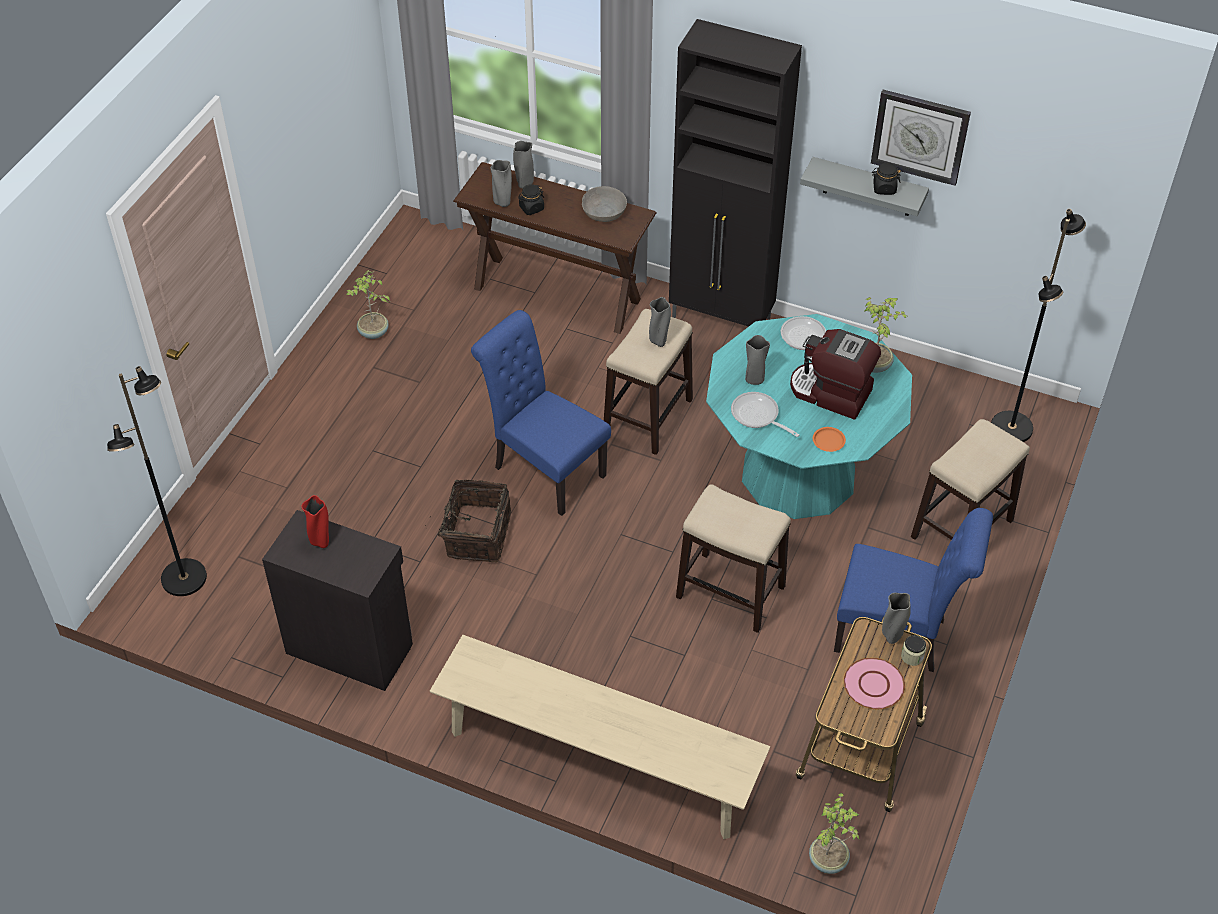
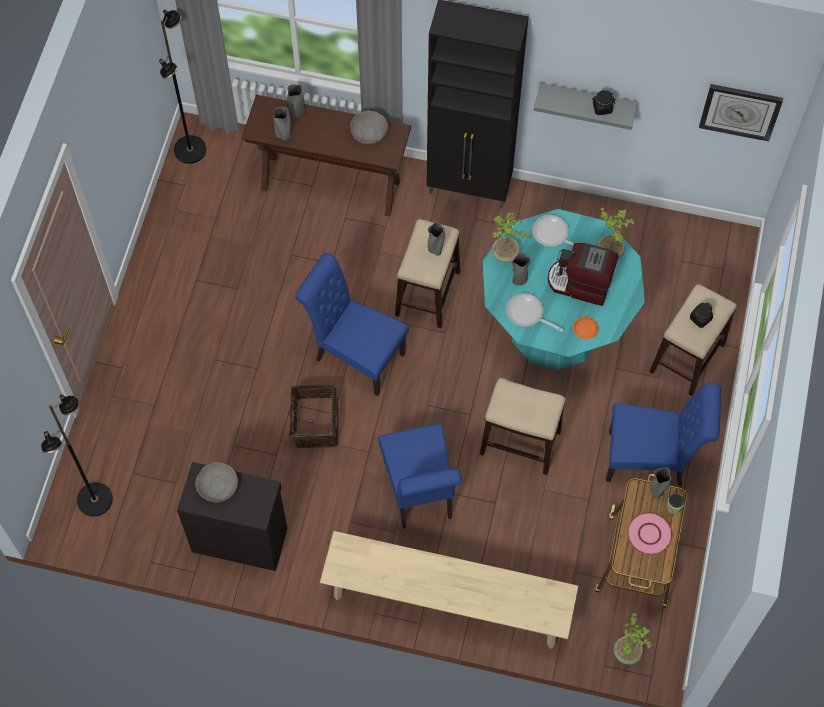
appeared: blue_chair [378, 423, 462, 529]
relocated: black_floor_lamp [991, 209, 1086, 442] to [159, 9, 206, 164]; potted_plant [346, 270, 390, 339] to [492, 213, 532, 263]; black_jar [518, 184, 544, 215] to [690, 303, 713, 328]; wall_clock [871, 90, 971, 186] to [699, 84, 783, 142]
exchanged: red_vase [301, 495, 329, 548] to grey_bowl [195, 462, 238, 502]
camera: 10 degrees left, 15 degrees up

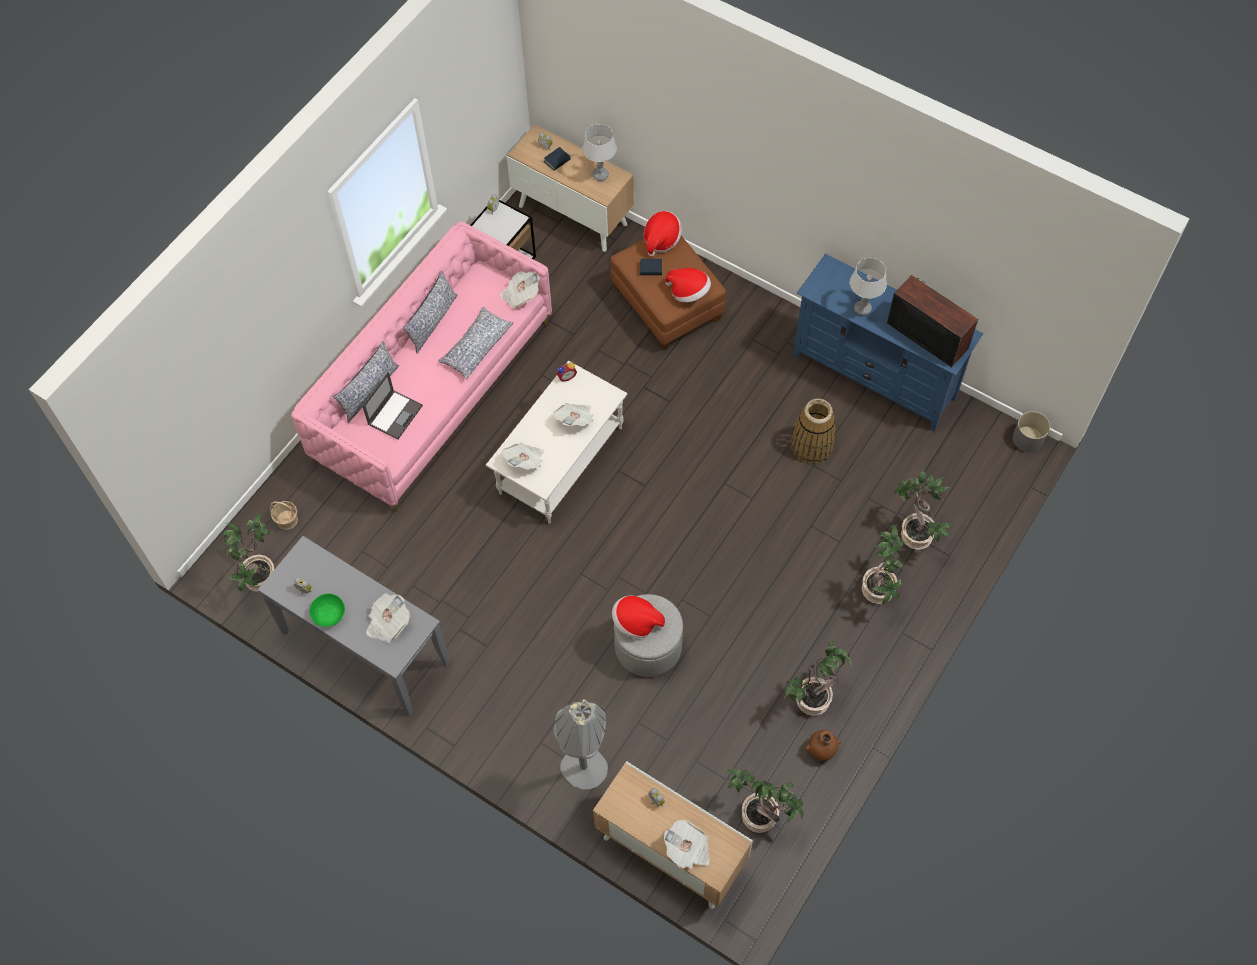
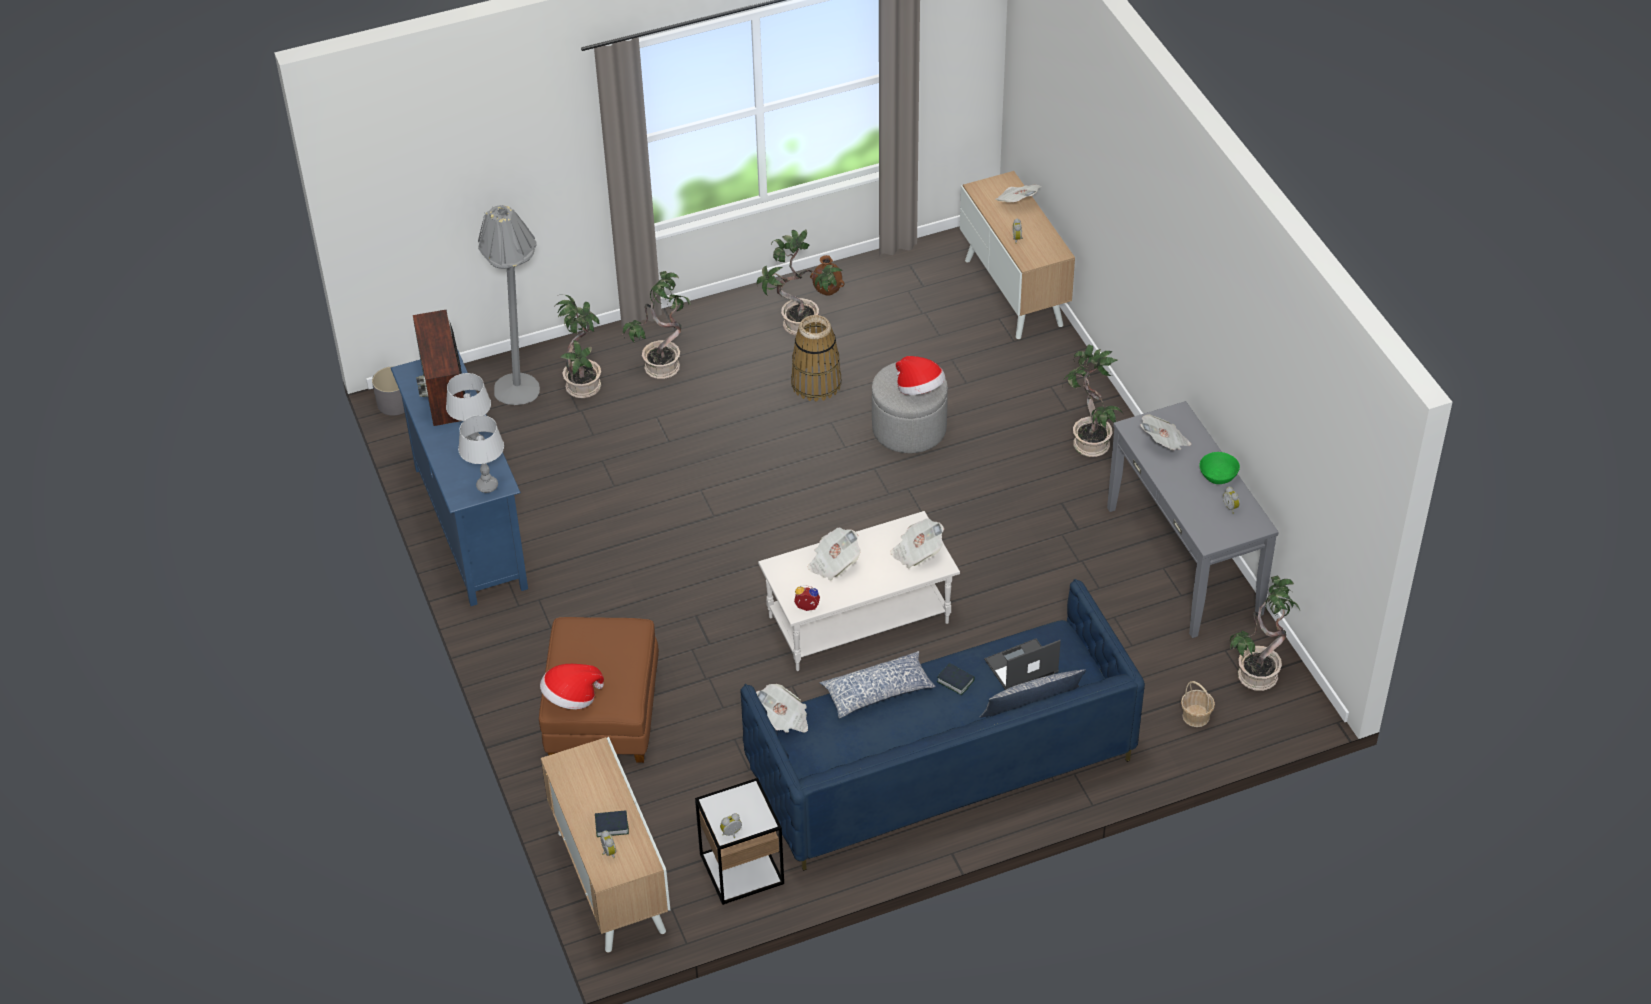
missing: pillow [403, 271, 458, 354]; hat [665, 268, 711, 302]
relocated: grey_table_lamp [582, 124, 617, 181] to [458, 415, 504, 493]; grey_floor_lamp [553, 699, 608, 789] to [478, 205, 540, 405]; basket [791, 399, 836, 464] to [791, 315, 842, 402]; book [640, 259, 662, 275] to [937, 663, 975, 695]; potted_plant [727, 769, 803, 833] to [1062, 345, 1123, 457]
colour: pink_sofa [291, 221, 552, 512] to blue_sofa [740, 579, 1145, 871]
camera: 145 degrees left, 15 degrees down

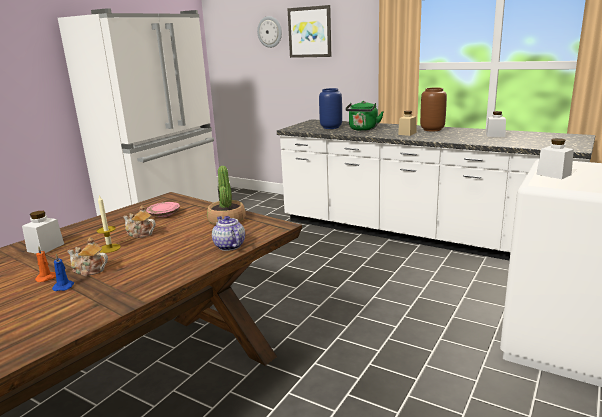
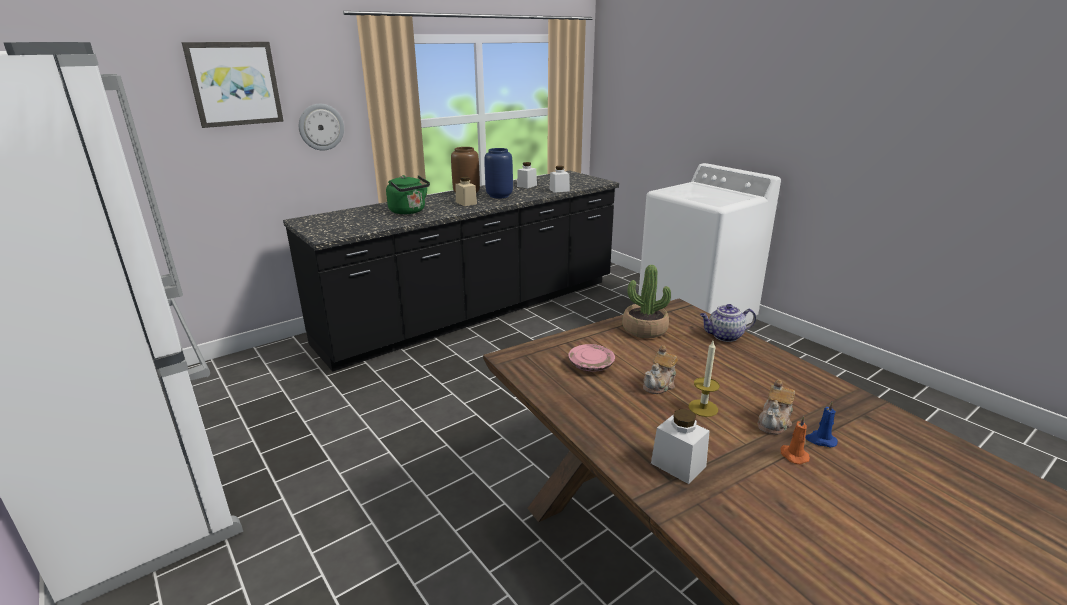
relocated: wall_clock [257, 16, 282, 48] to [299, 104, 344, 151]; blue_vase [319, 88, 342, 129] to [484, 148, 513, 199]; white_jar [536, 138, 574, 179] to [549, 166, 570, 193]
colour: white_counter [277, 119, 595, 261] to black_counter [283, 170, 619, 372]
camera: 70 degrees left, 5 degrees up

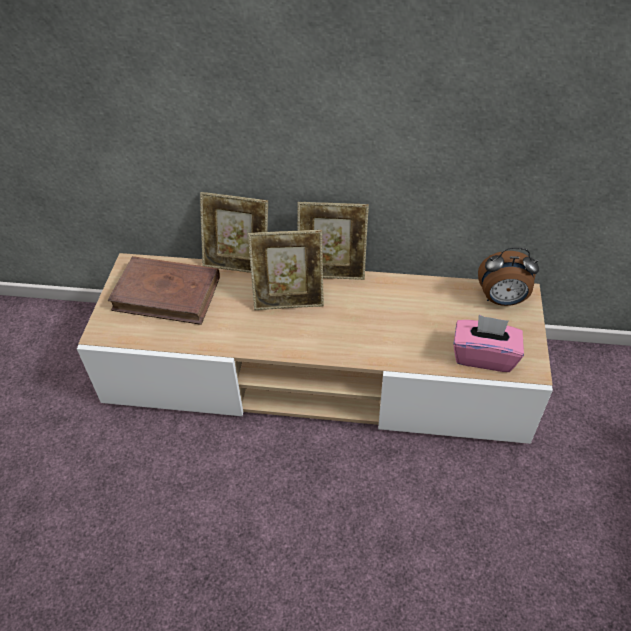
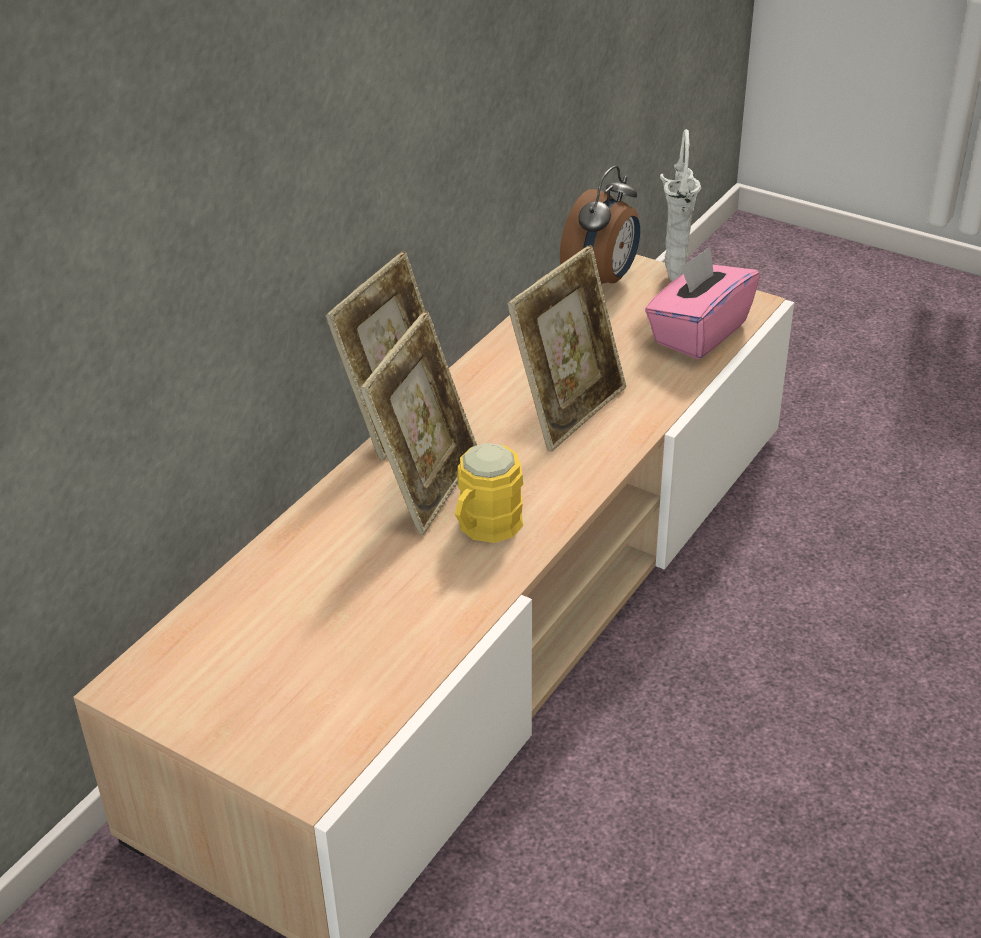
missing: brown_book [108, 256, 220, 325]
appeared: yellow_mug [455, 443, 523, 543]; white_vase [660, 129, 701, 281]
relocated: picture_frame [200, 192, 268, 273] to [507, 245, 626, 451]
camera: 65 degrees left, 10 degrees down

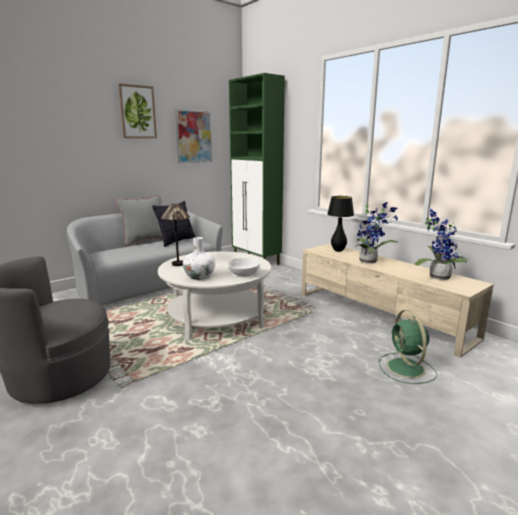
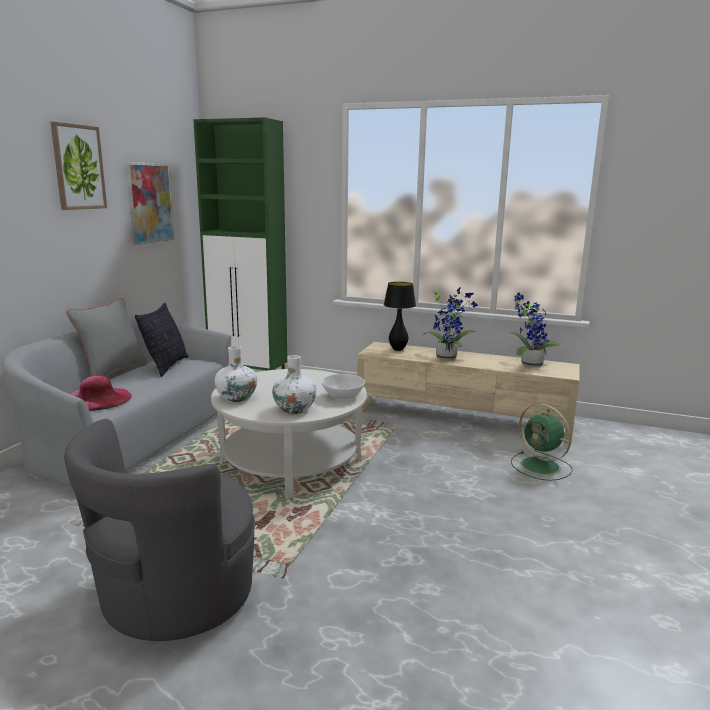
appeared: pink_hat [70, 376, 132, 411]
exchanged: table_lamp [161, 203, 190, 266] to white_vase [214, 346, 257, 402]
camera: 30 degrees left, 0 degrees up

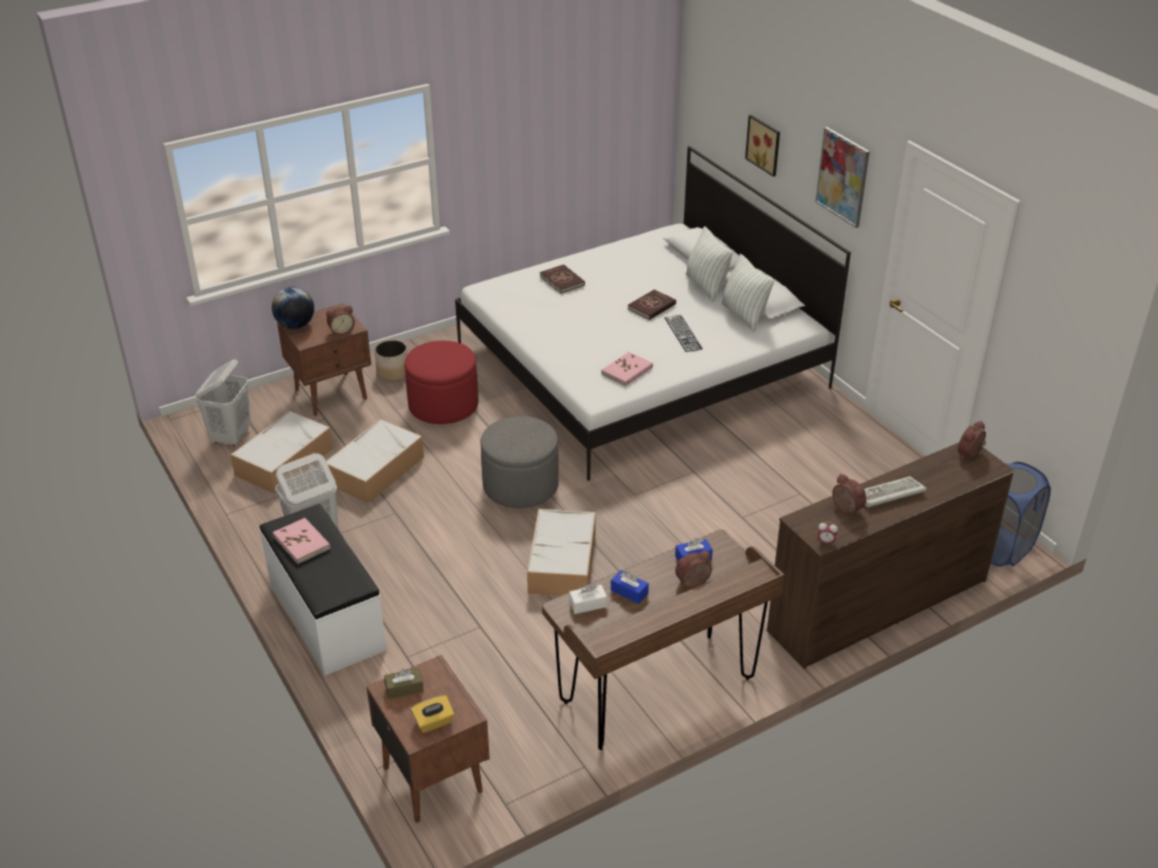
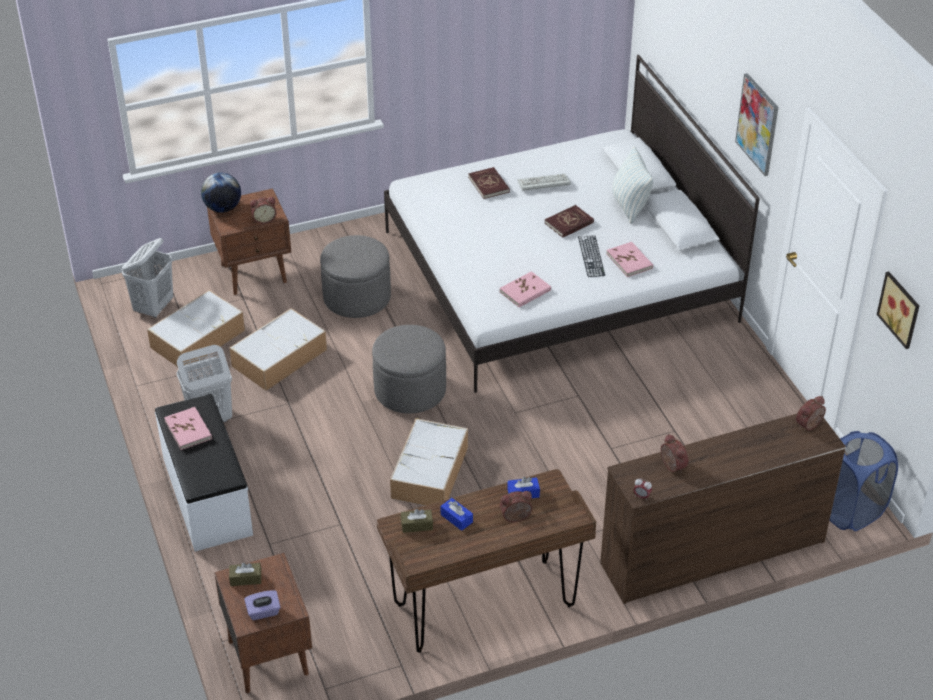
missing: planter [374, 340, 408, 381]; pillow [721, 254, 774, 332]
appeared: pink_book [606, 242, 653, 277]
relocated: keyboard [865, 476, 927, 507] to [518, 174, 571, 191]; picture [745, 115, 780, 177] to [877, 272, 919, 349]
colour: yellow_tissue_box [411, 695, 454, 733] to purple_tissue_box [244, 590, 281, 620]; red_ottoman [404, 340, 478, 424] to grey_ottoman [320, 235, 391, 318]; white_tissue_box [569, 584, 607, 614] to brown_tissue_box [401, 509, 433, 533]
camera: 10 degrees right, 5 degrees up

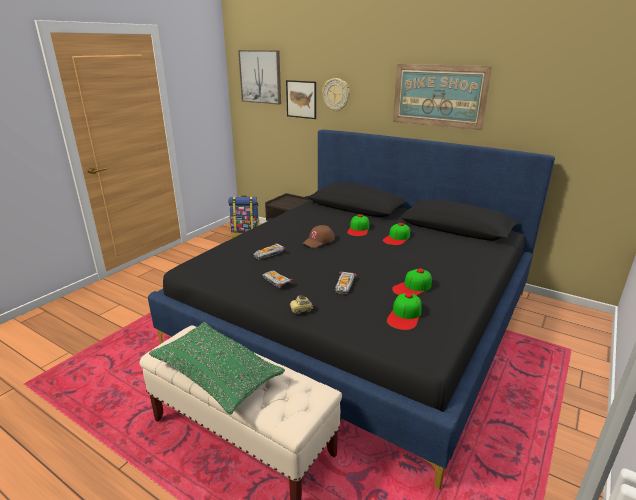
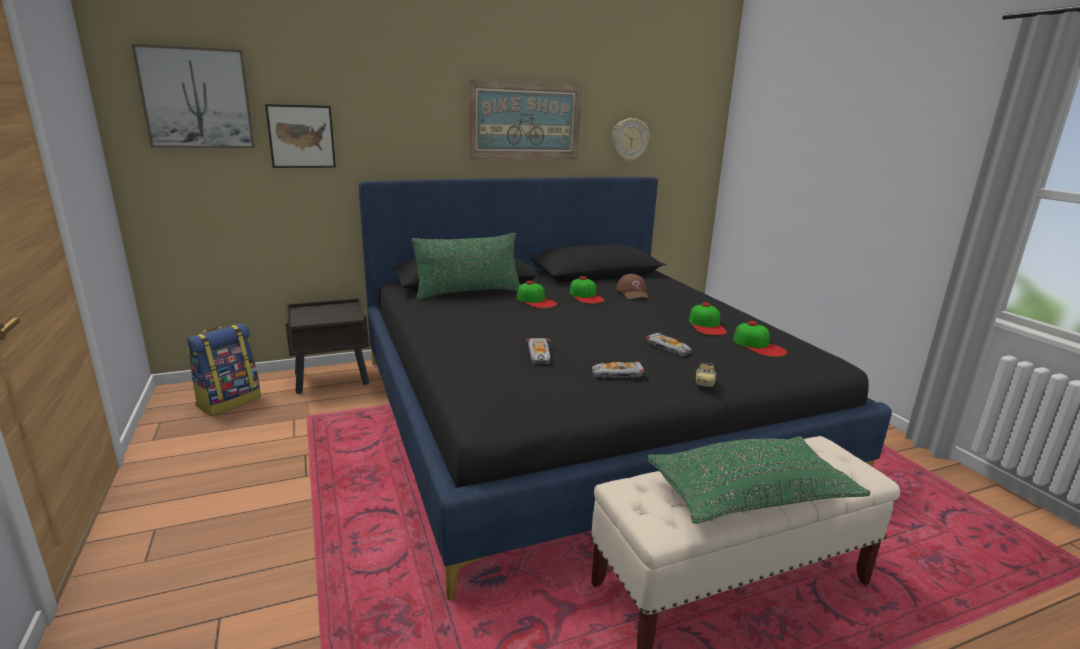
appeared: green_pillow [411, 233, 520, 300]
relocated: wall_clock [322, 78, 350, 112] to [612, 118, 649, 162]; brown_cap [302, 225, 335, 248] to [616, 274, 649, 299]
camera: 55 degrees left, 5 degrees down

